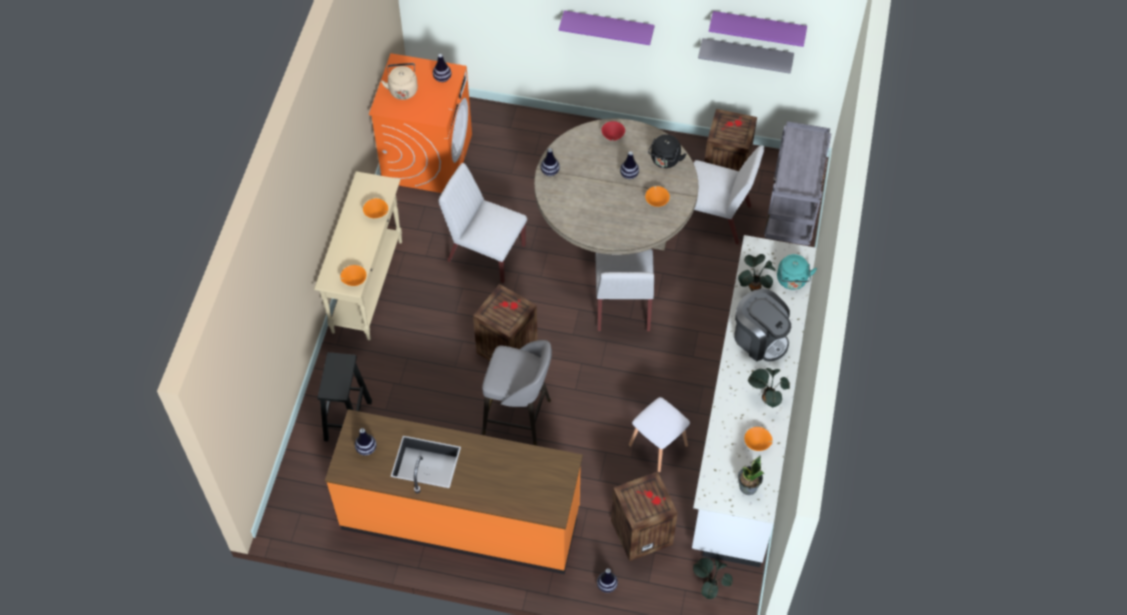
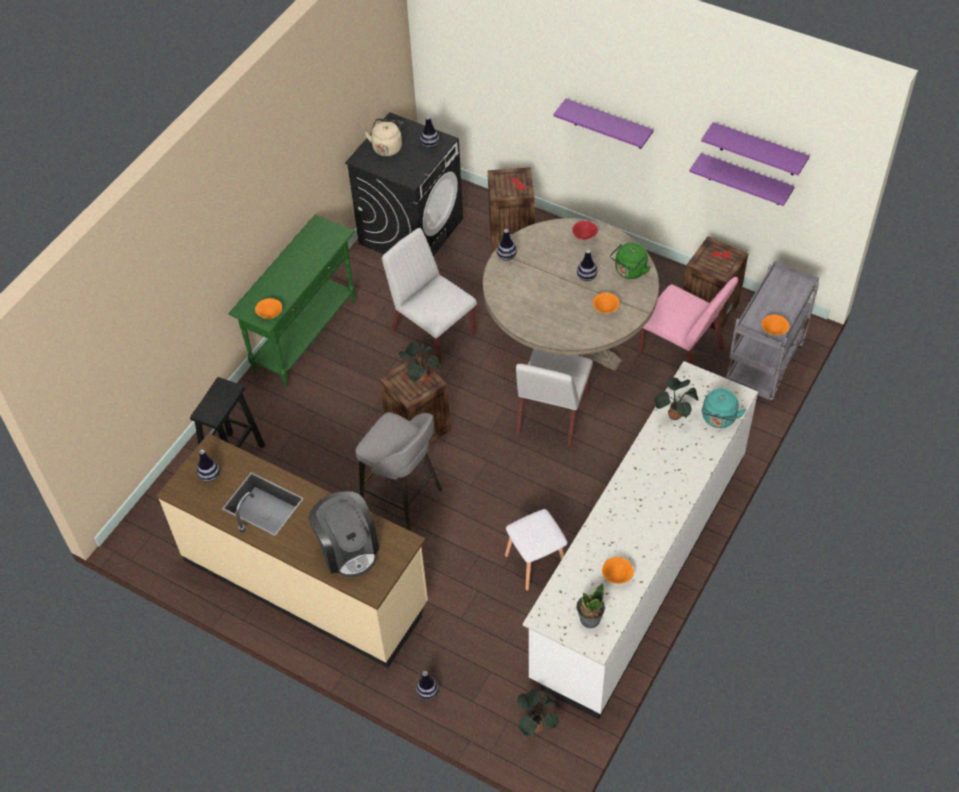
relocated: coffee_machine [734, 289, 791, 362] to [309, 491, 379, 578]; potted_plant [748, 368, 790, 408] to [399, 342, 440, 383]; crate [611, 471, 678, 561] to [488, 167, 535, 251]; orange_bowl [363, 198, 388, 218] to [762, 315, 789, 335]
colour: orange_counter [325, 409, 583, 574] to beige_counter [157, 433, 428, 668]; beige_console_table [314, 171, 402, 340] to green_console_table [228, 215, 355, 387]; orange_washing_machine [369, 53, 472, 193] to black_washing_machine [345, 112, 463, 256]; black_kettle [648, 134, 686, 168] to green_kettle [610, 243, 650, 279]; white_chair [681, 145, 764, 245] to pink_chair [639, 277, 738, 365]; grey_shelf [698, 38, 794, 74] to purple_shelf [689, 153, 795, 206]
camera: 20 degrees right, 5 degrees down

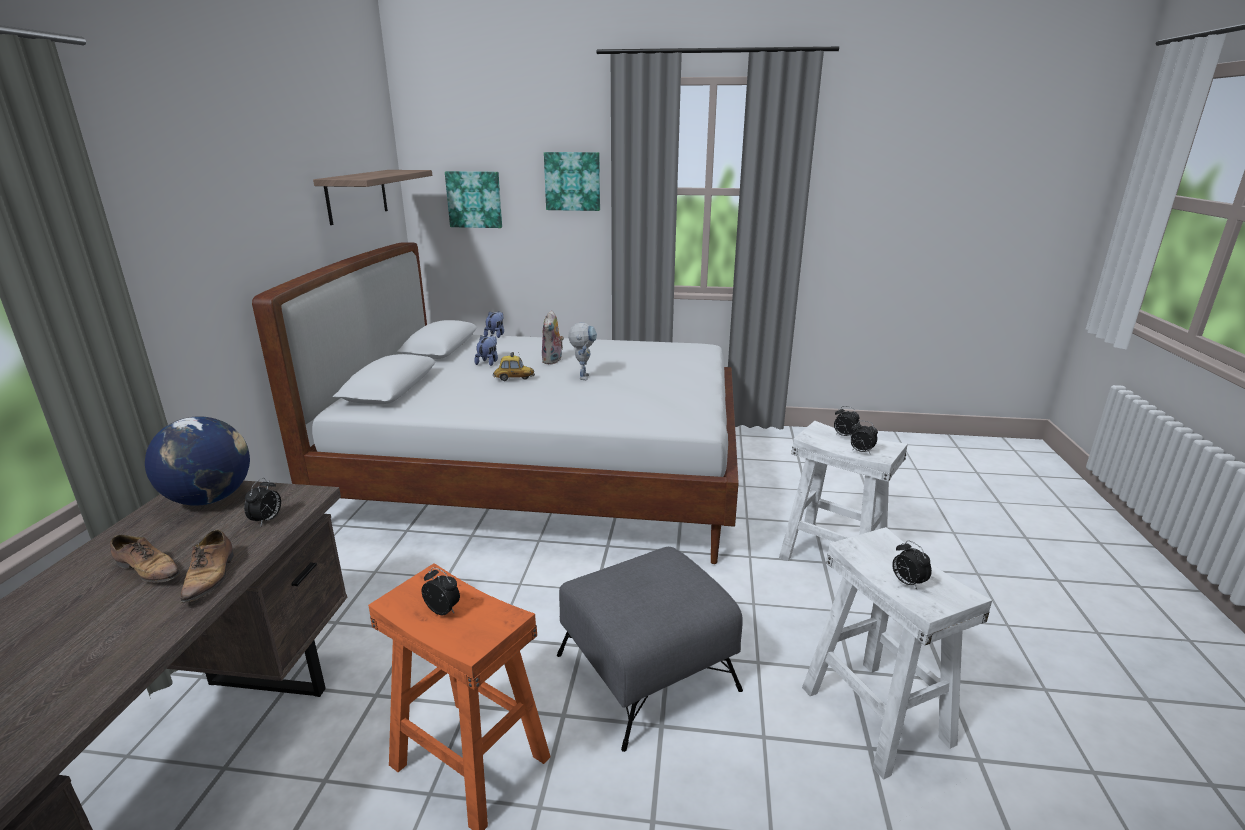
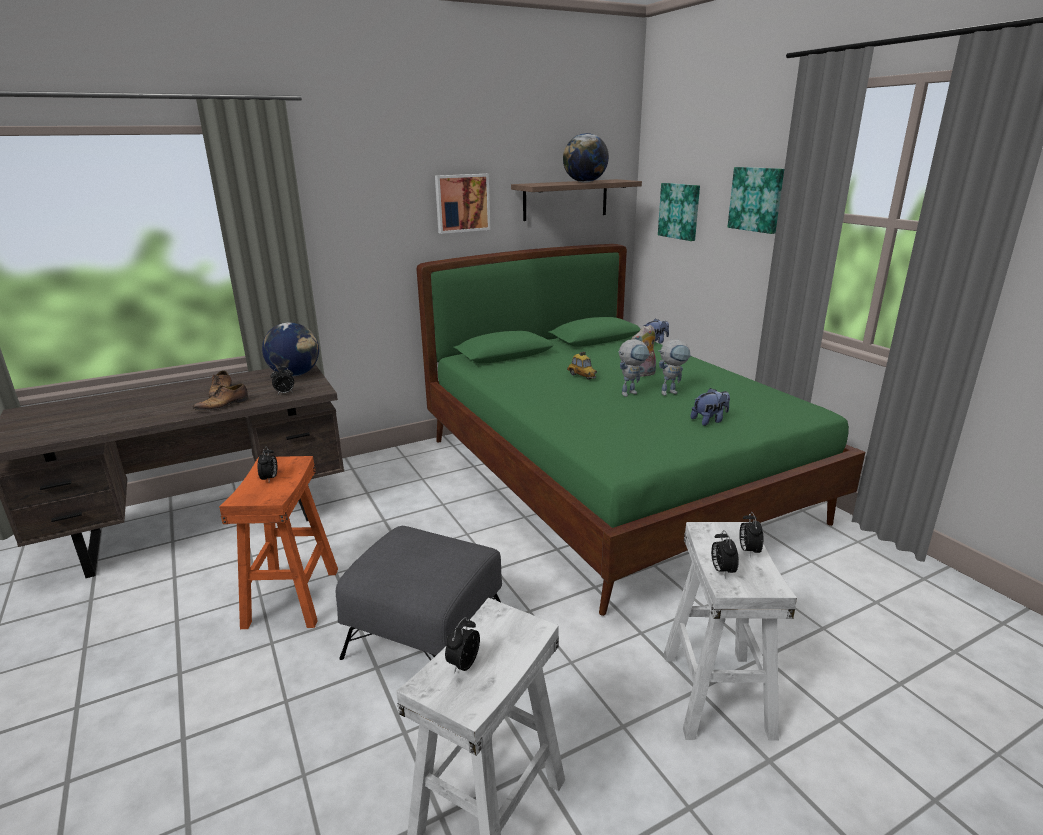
appeared: picture [435, 174, 490, 234]; globe [563, 133, 609, 182]; toy_robot [658, 340, 692, 396]
relocated: plush_toy [474, 335, 498, 366] to [691, 388, 730, 426]
colour: white_bed [252, 242, 739, 564] to green_bed [417, 244, 866, 616]
camera: 55 degrees right, 0 degrees up

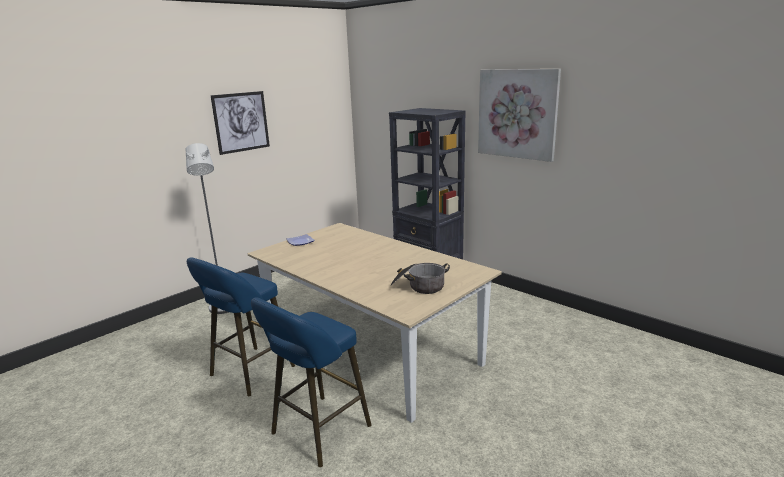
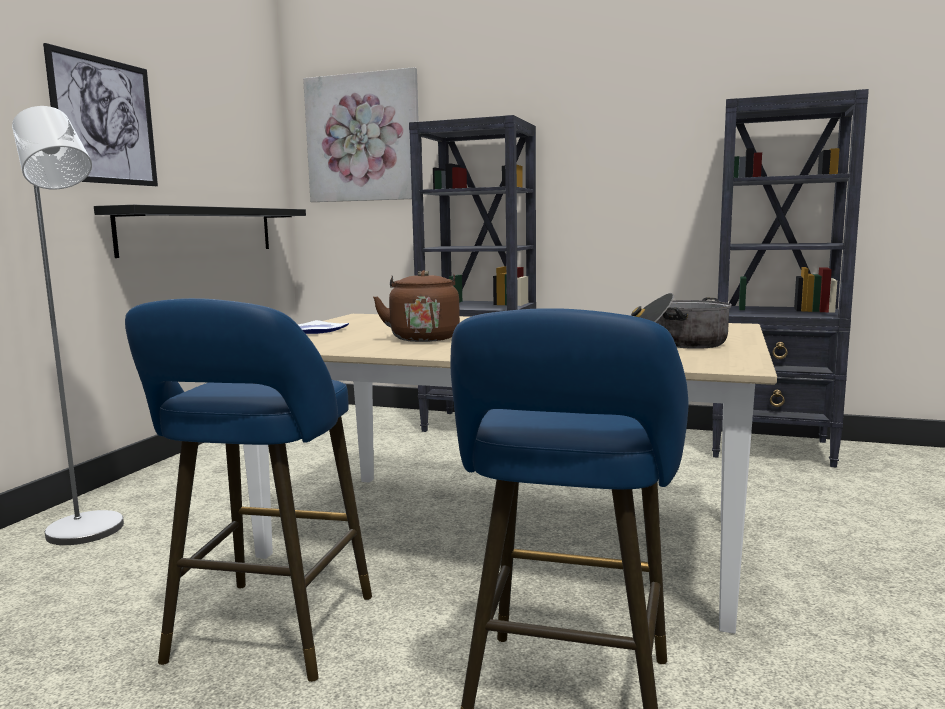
appeared: black_shelf [94, 205, 306, 258]; brown_kettle [373, 270, 460, 342]; black_bookcase [712, 89, 869, 468]
relocated: picture [478, 69, 561, 162] to [303, 67, 419, 202]
camera: 25 degrees left, 10 degrees down

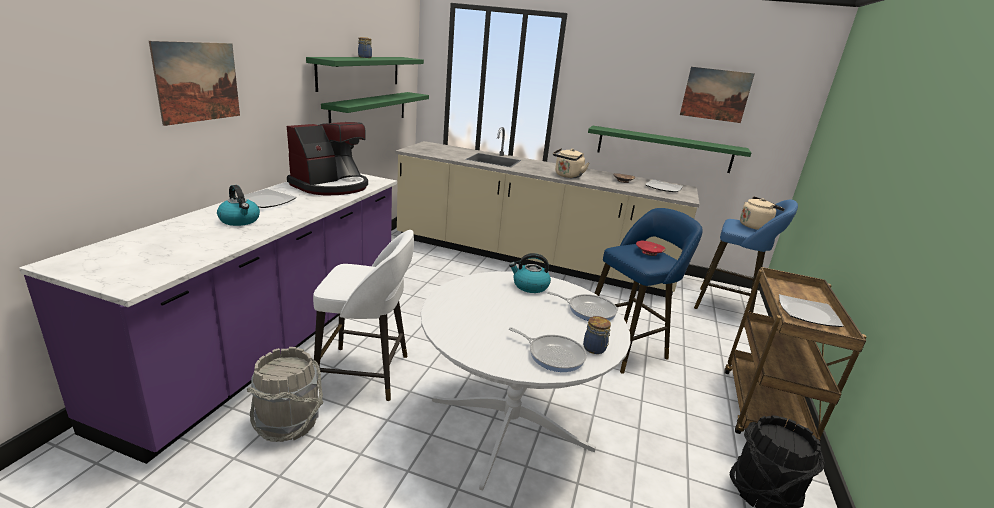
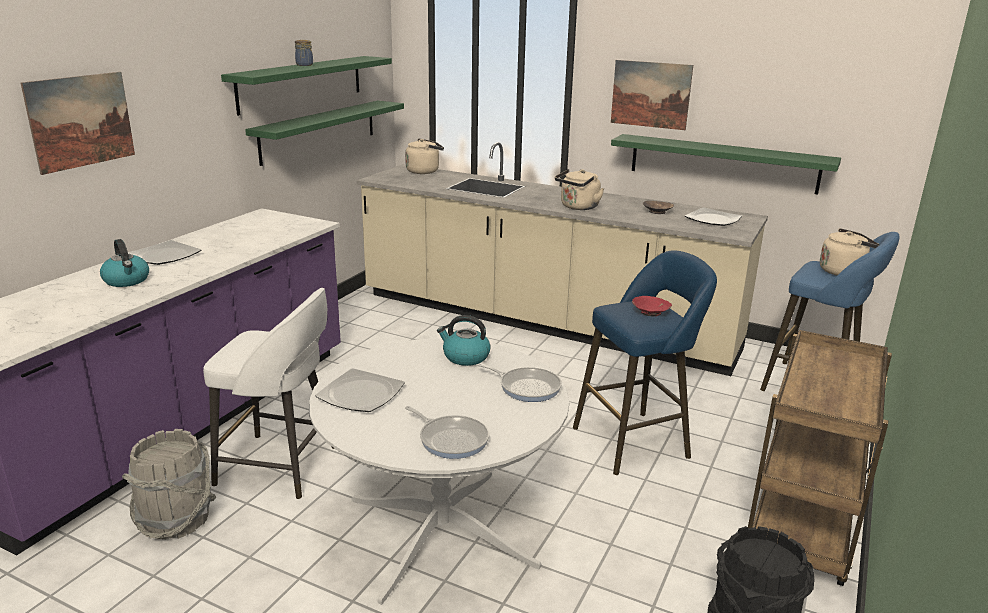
missing: coffee_machine [287, 122, 368, 195]; jar [583, 316, 611, 354]
appeared: beige_kettle [405, 138, 444, 174]
relocated: plate [779, 294, 844, 327] to [315, 368, 405, 412]; picture [680, 67, 755, 123] to [611, 60, 693, 130]
camera: 10 degrees right, 0 degrees up

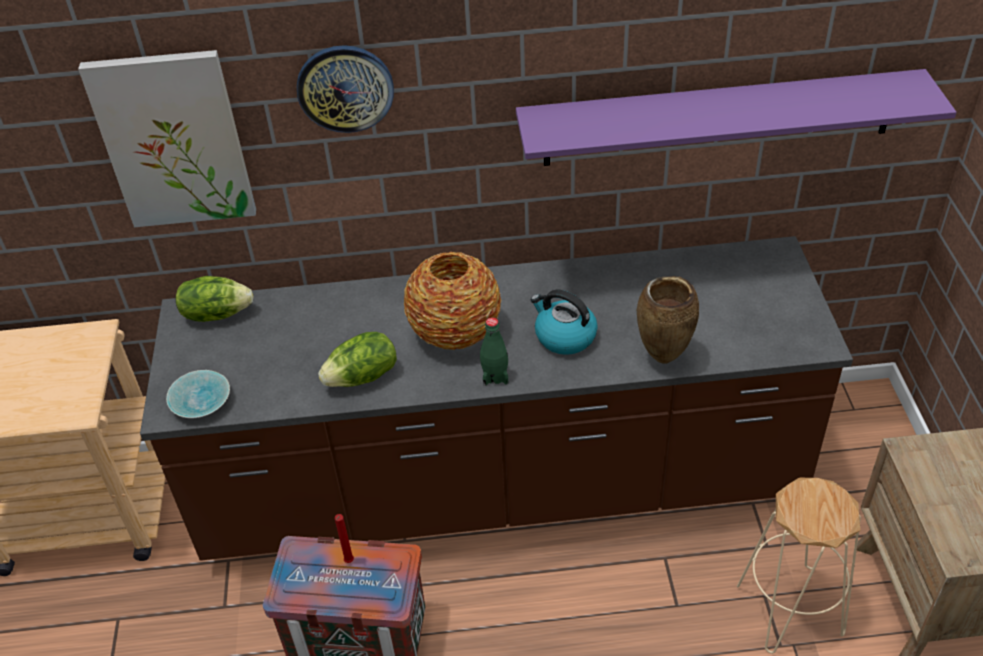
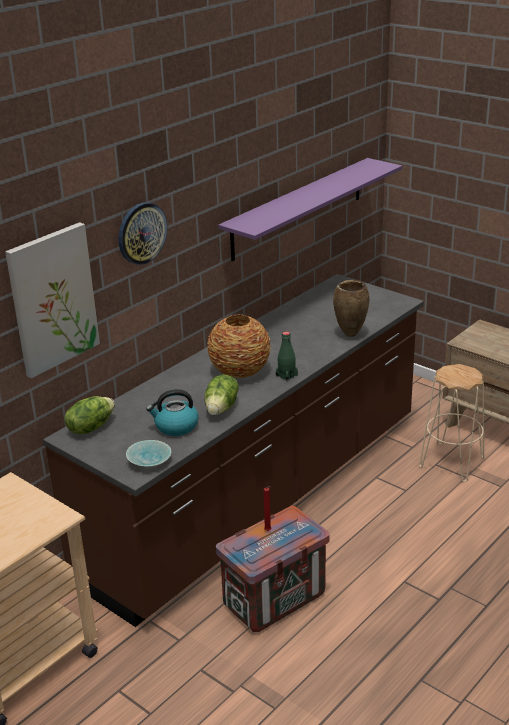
relocated: kettle [531, 290, 598, 355] to [146, 389, 198, 436]
camera: 45 degrees left, 15 degrees down

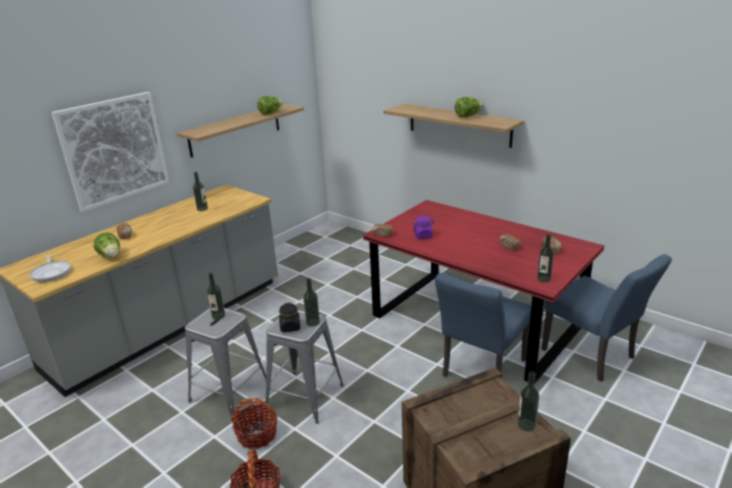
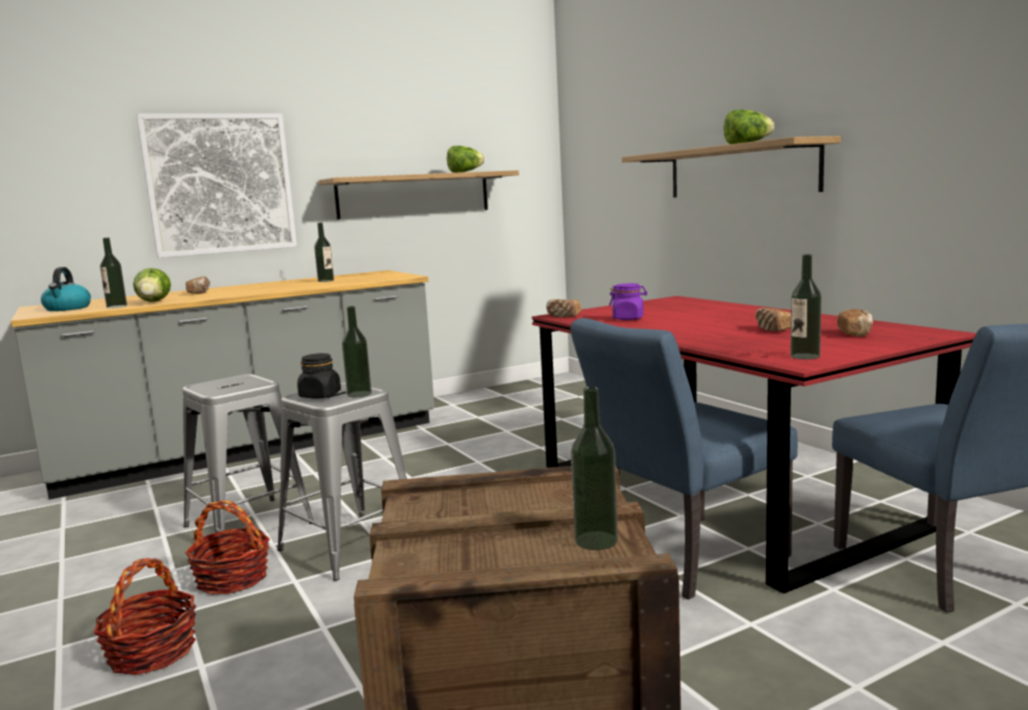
relocated: bottle [207, 273, 225, 320] to [100, 238, 127, 308]
exchanged: frying_pan [29, 254, 70, 282] to kettle [41, 267, 91, 311]
camera: 20 degrees right, 15 degrees down

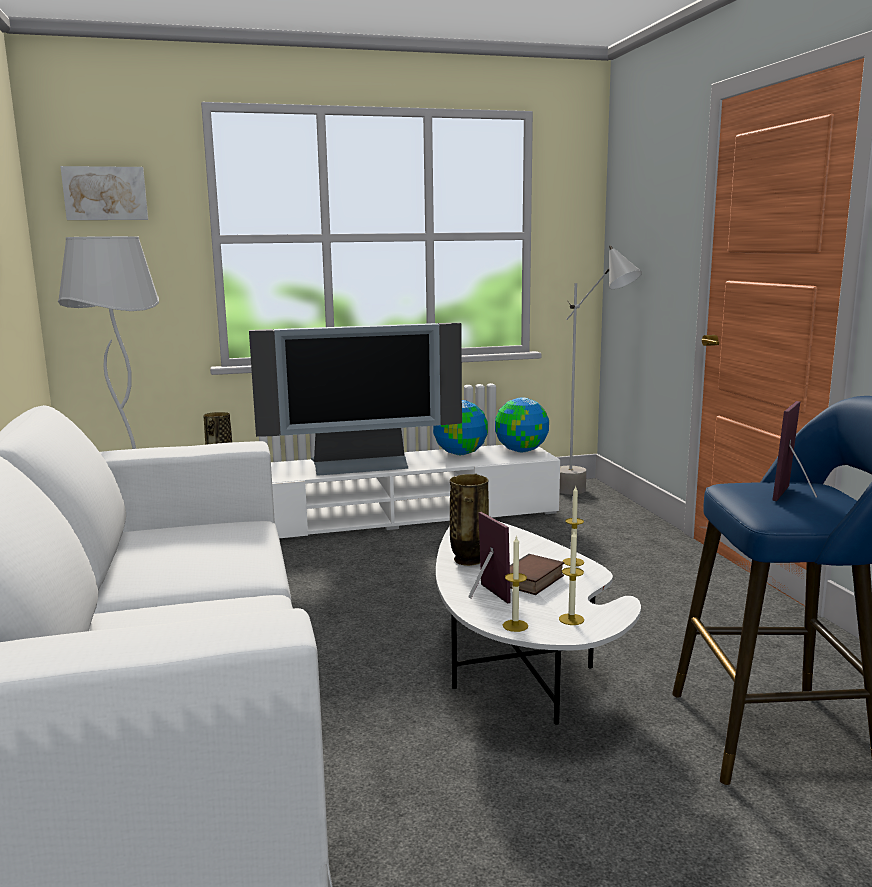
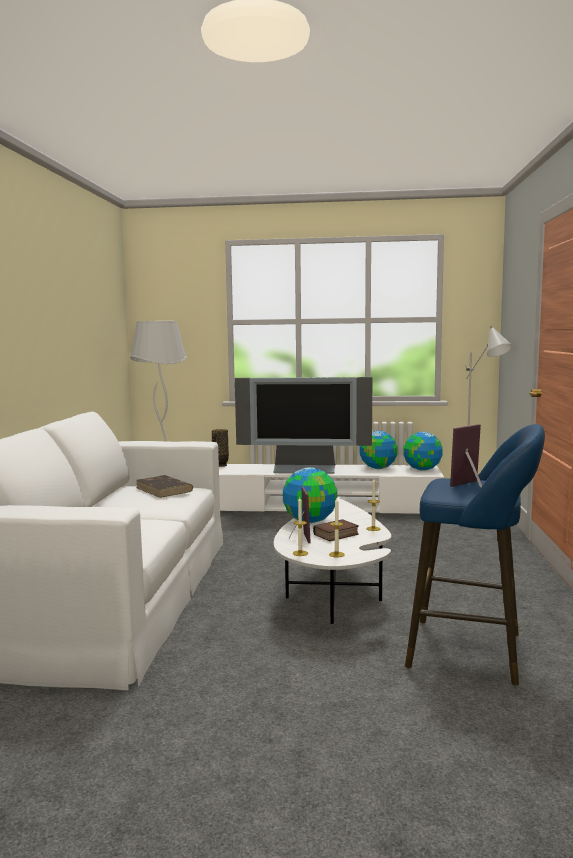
missing: picture [60, 166, 148, 220]
appeared: brown_book [136, 475, 193, 498]
exchanged: vase [450, 473, 489, 566] to globe [283, 467, 337, 523]
camera: 20 degrees right, 5 degrees down

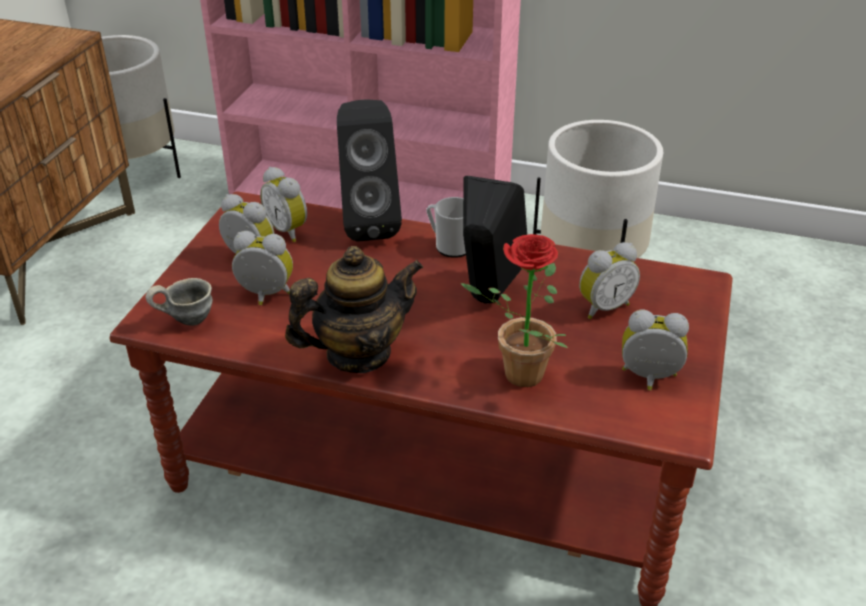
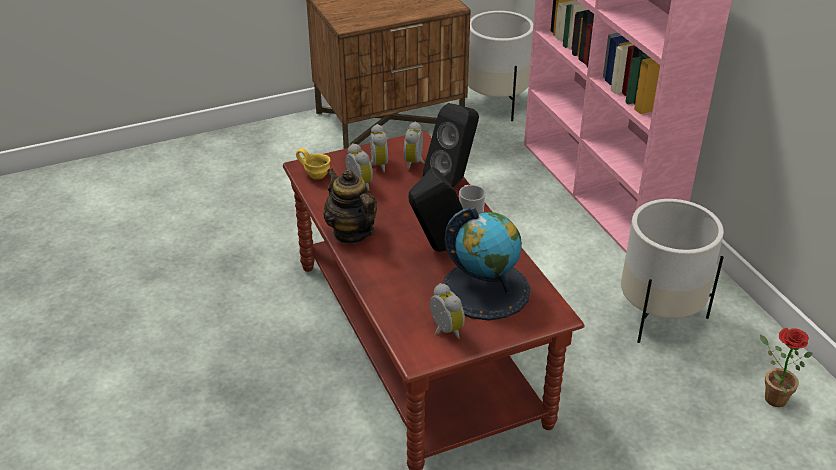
relocated: potted_plant [461, 234, 568, 387] to [760, 328, 812, 407]
exchanged: alarm_clock [579, 242, 640, 319] to globe [443, 207, 530, 320]
colour: grey_mug [145, 278, 213, 326] to yellow_mug [296, 148, 330, 180]
spun: teapot [285, 246, 423, 373] = [324, 168, 377, 244] 150 degrees counterclockwise
camera: 50 degrees right, 0 degrees up

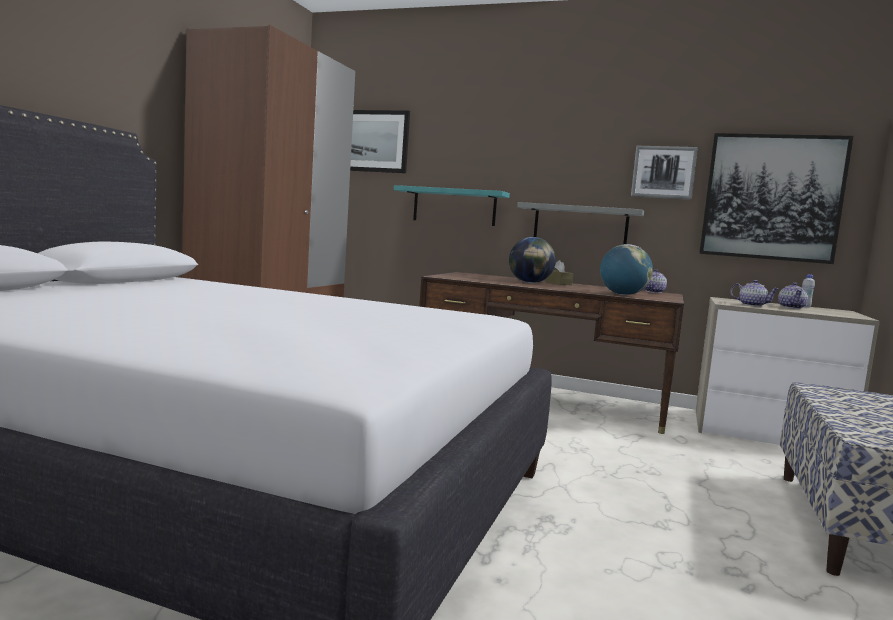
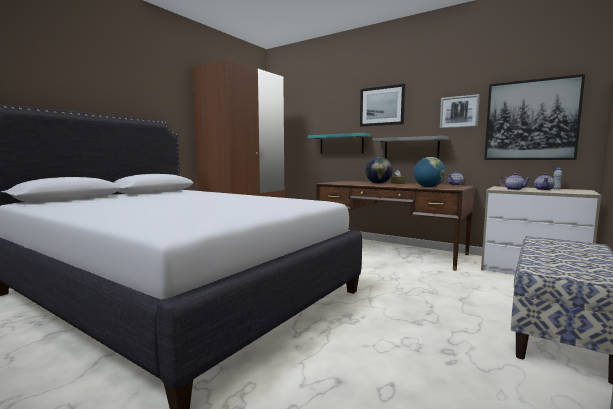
relocated: picture [350, 110, 410, 173] to [360, 84, 405, 127]
camera: 15 degrees right, 0 degrees up

